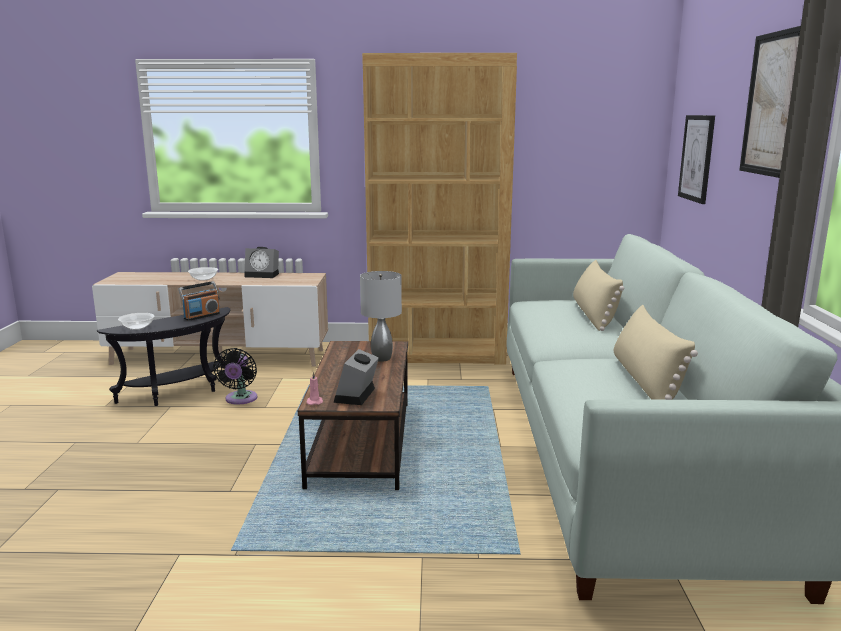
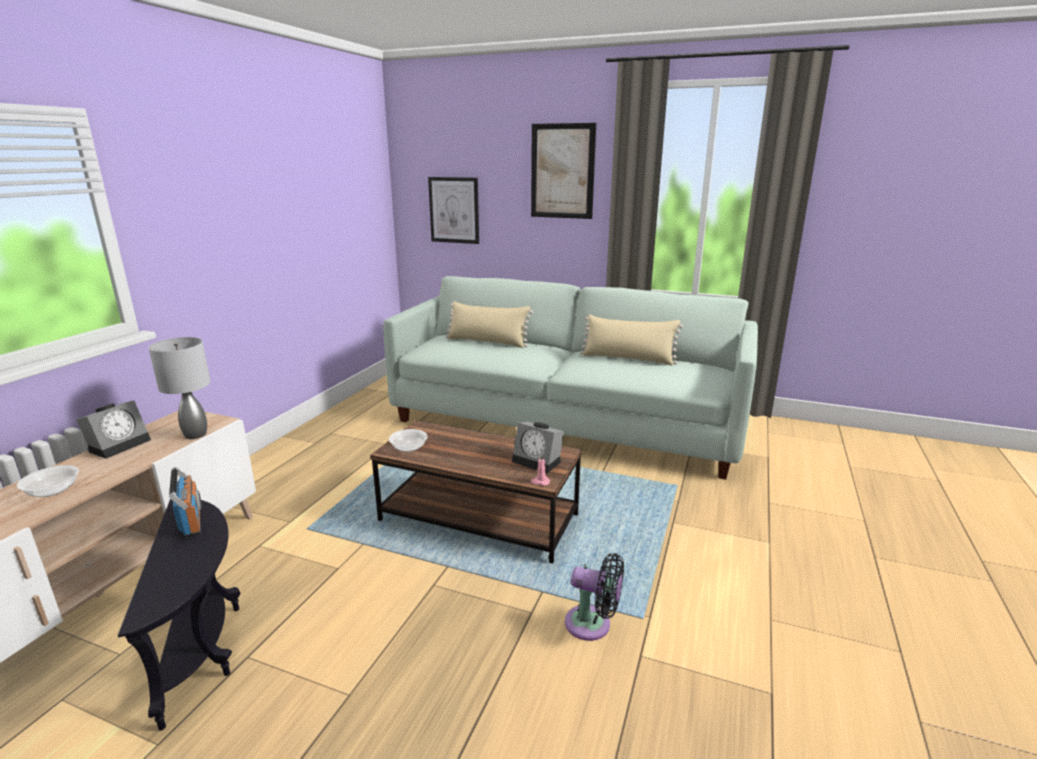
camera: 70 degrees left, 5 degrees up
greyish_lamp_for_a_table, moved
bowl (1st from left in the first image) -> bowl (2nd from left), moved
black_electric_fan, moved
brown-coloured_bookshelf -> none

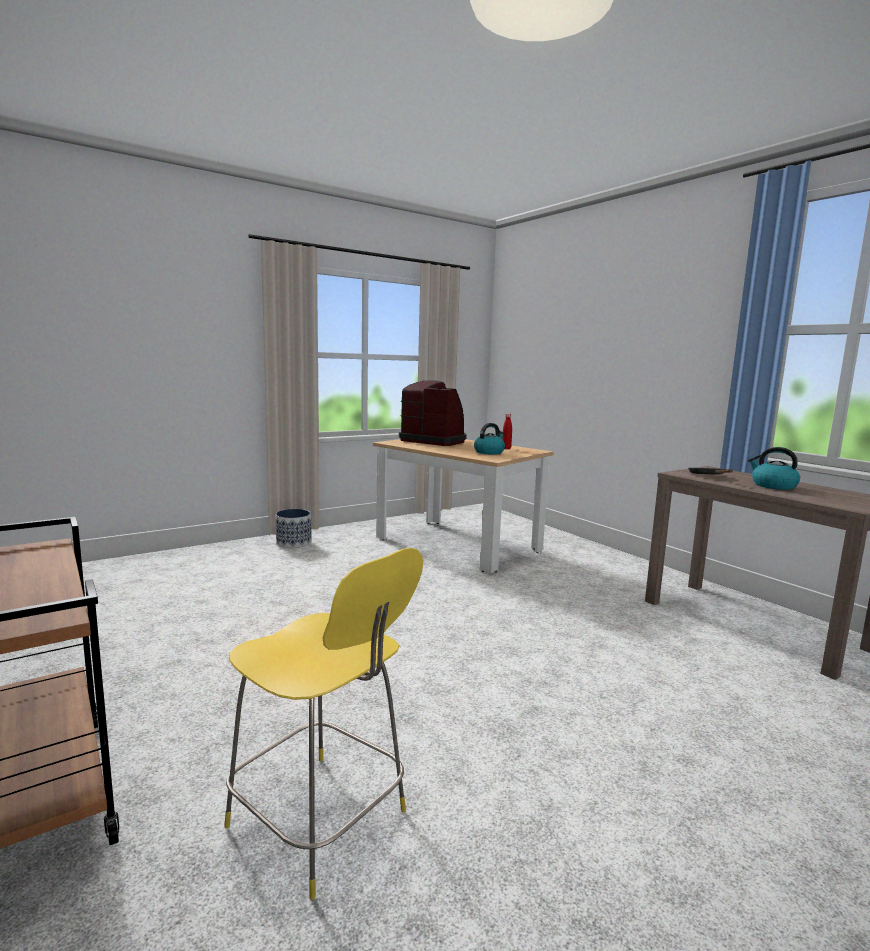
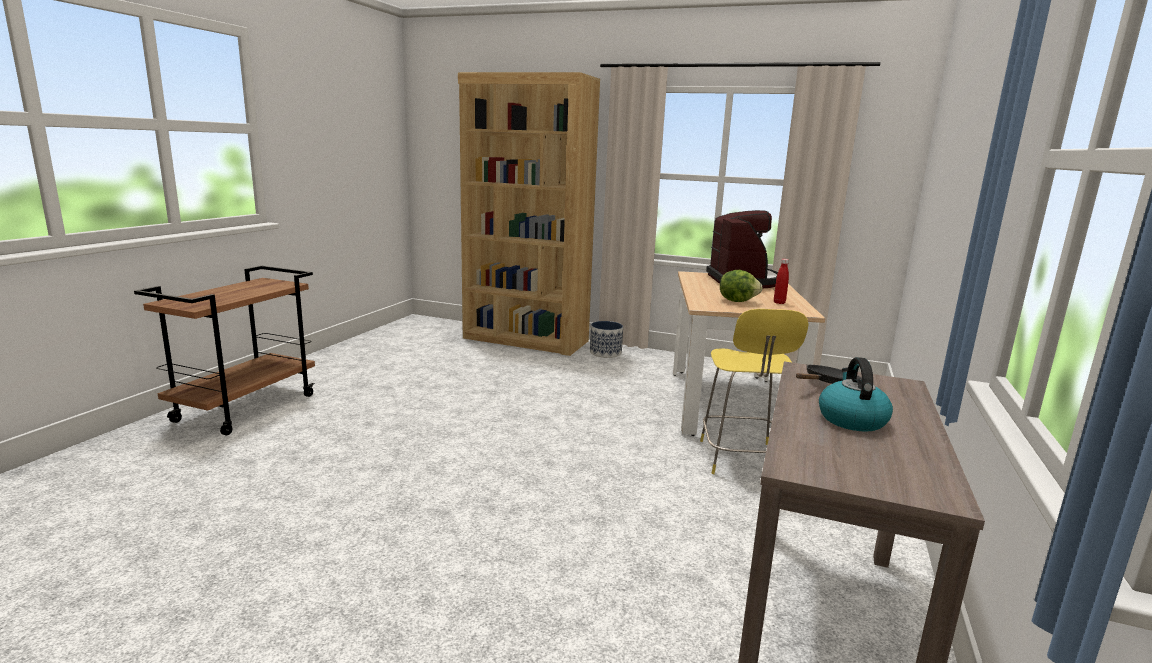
camera: 55 degrees right, 5 degrees up
none -> brown-coloured_bookshelf
yellow-coloured_stool, moved
kettle (1st from left) -> lettuce

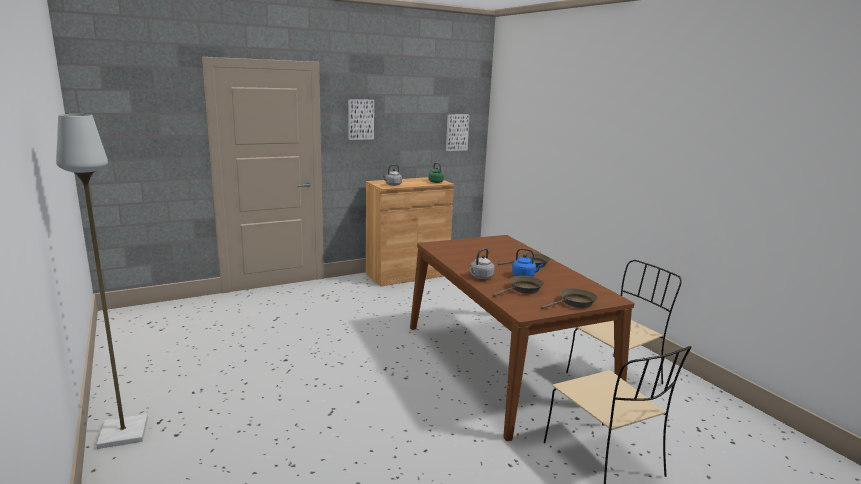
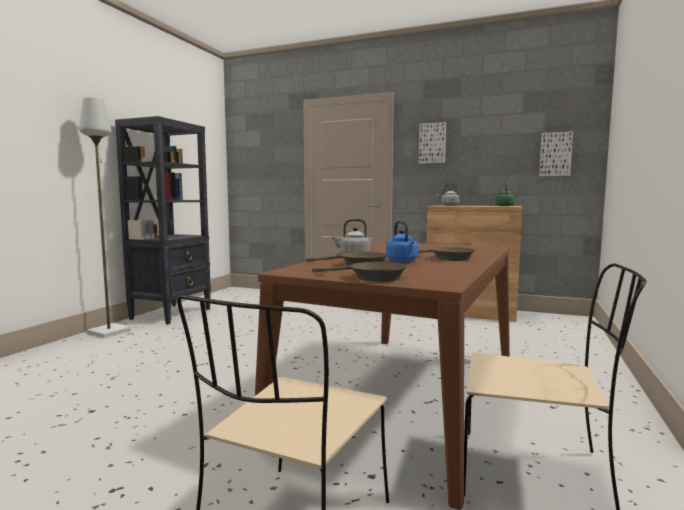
camera: 50 degrees right, 10 degrees down
none -> black_bookshelf

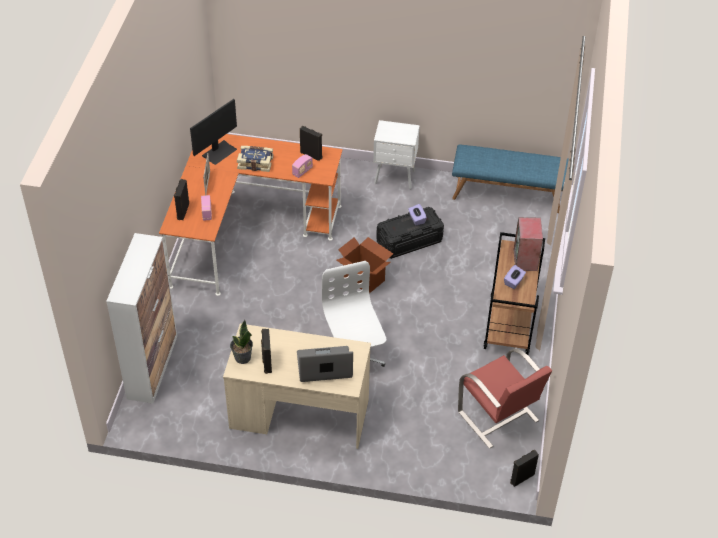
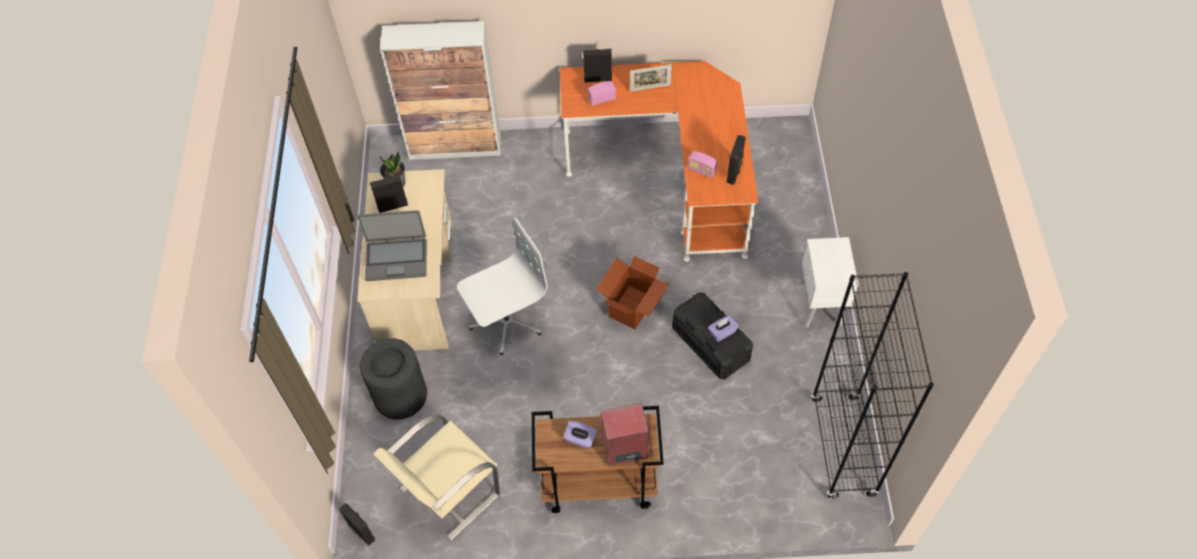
camera: 80 degrees right, 10 degrees up
portable_computer, 105 degrees clockwise
none -> black_rubbish_bin
reddish_upright_chair -> beige_upright_chair
bluish_bench -> black_bookshelf
computer_display -> none
book -> none

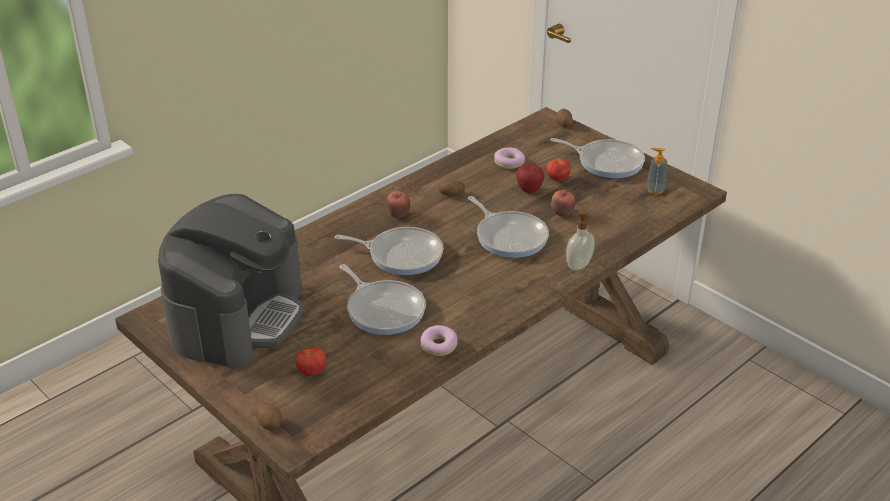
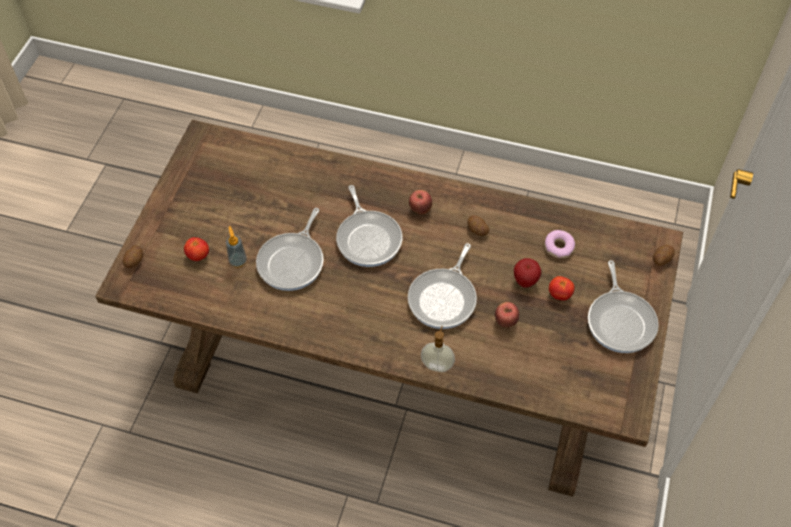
camera: 60 degrees right, 20 degrees up
soap_dispenser (2nd from left in the first image) -> soap_dispenser (1st from left), moved
coffee_brewer -> none
ring_doughnut (1st from left) -> none

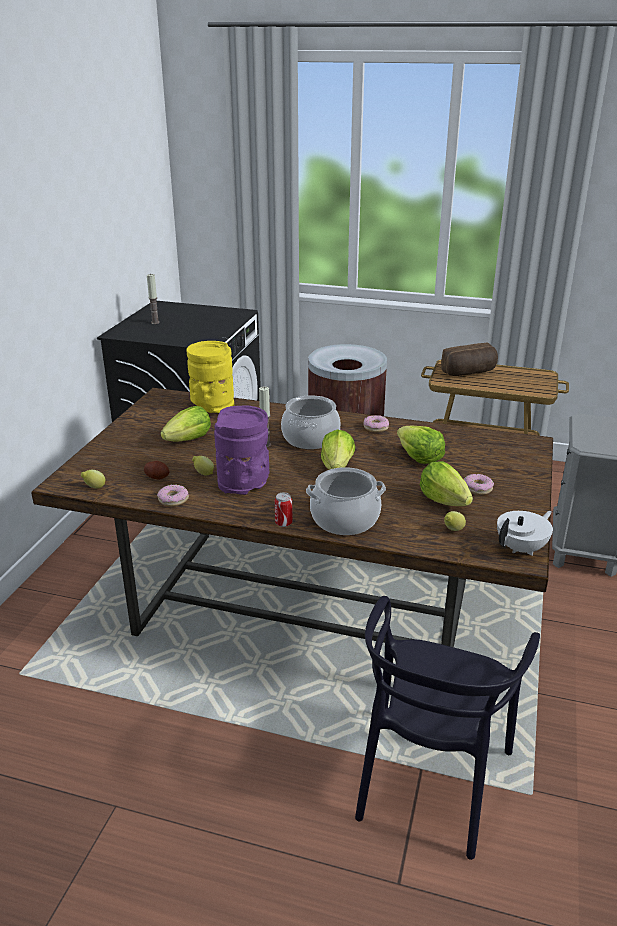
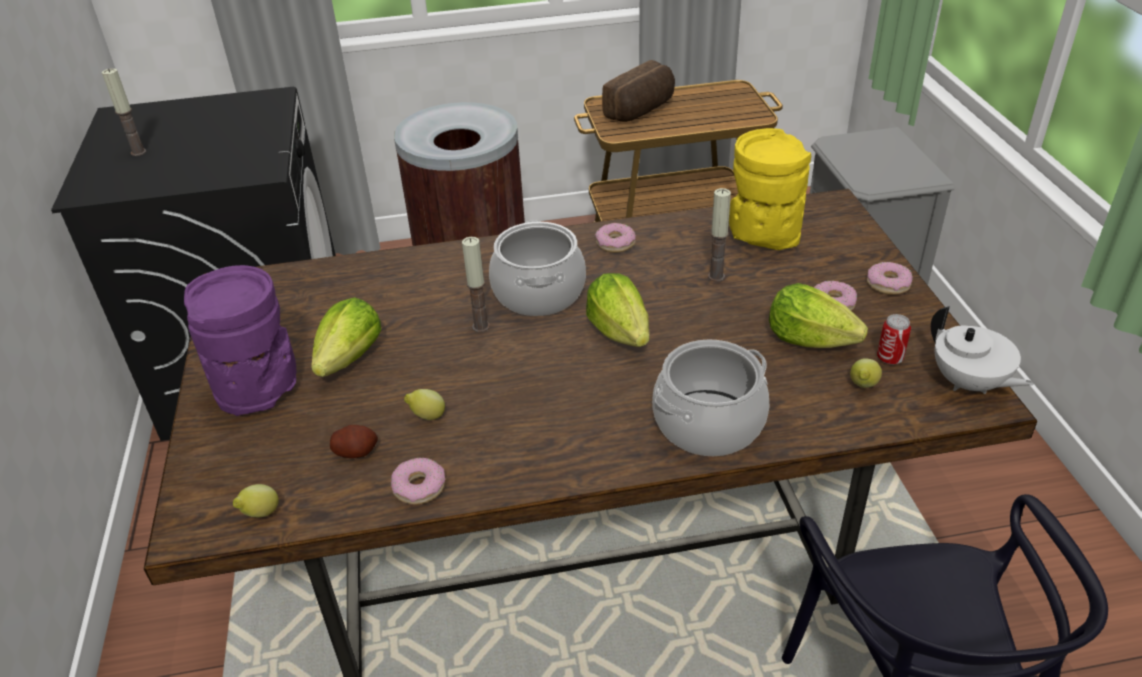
camera: 25 degrees left, 10 degrees up
purplish_flower_vase, moved
lettuce (3rd from left) -> wax_light (3rd from left)
yellow-coloured_flower_vase, moved
none -> ring_doughnut (4th from left)
sealed_can, moved
white_teapot, 120 degrees clockwise

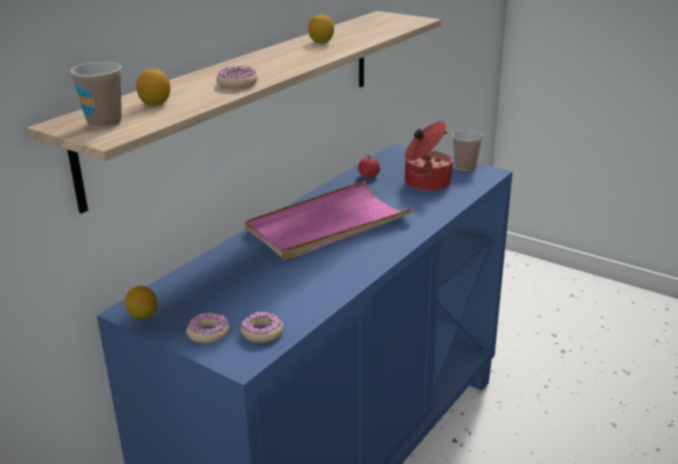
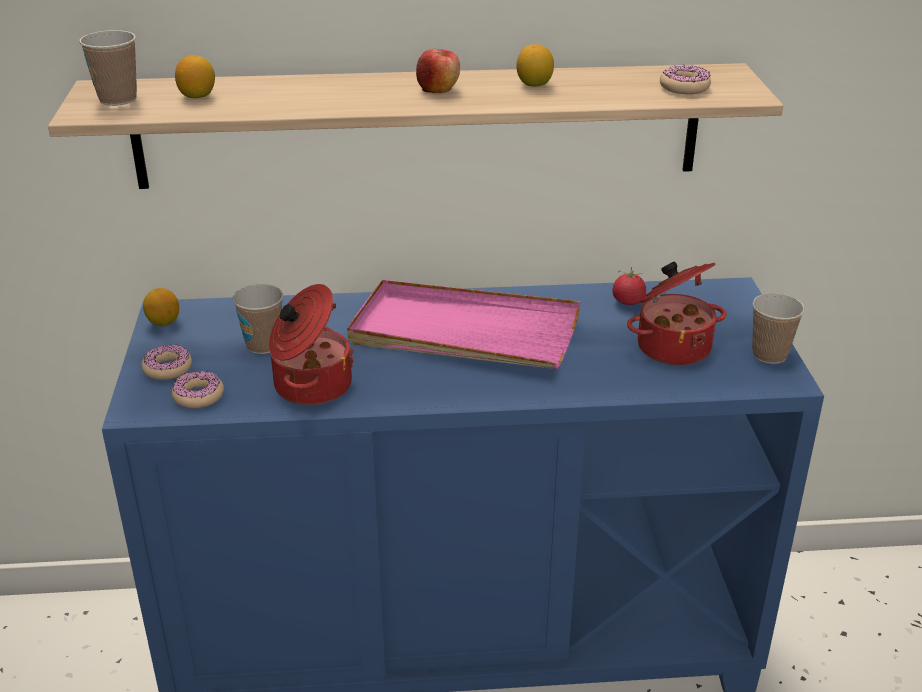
camera: 50 degrees right, 5 degrees up
none -> drinking_cup (2nd from left)
none -> cooking_pot (1st from left)
none -> apple
ring_doughnut (2nd from left in the first image) -> ring_doughnut (3rd from left), moved

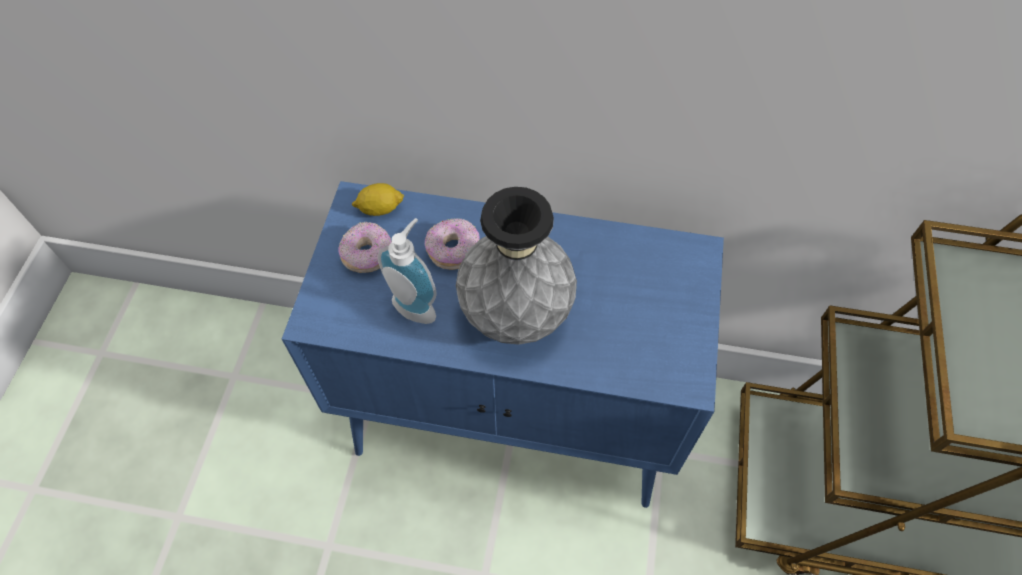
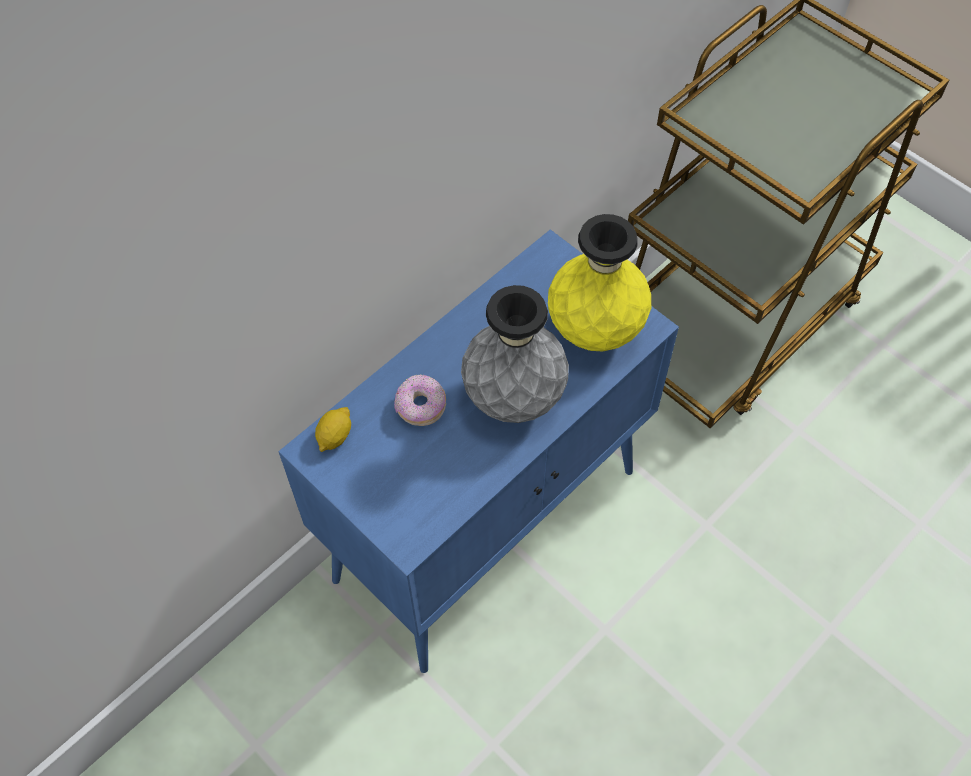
camera: 55 degrees left, 0 degrees up
none -> yellow-coloured_flower_vase
ring_doughnut (1st from left) -> none
soap_dispenser -> none

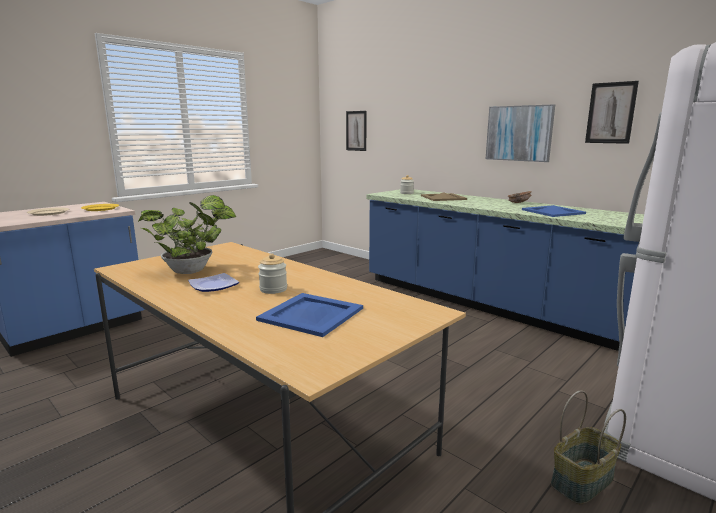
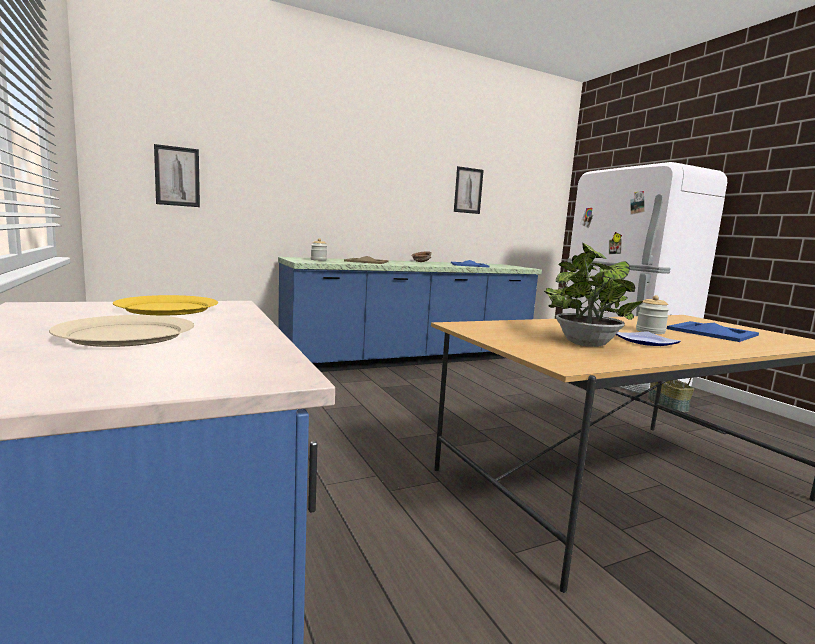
camera: 70 degrees left, 5 degrees down
picture (2nd from left) -> none

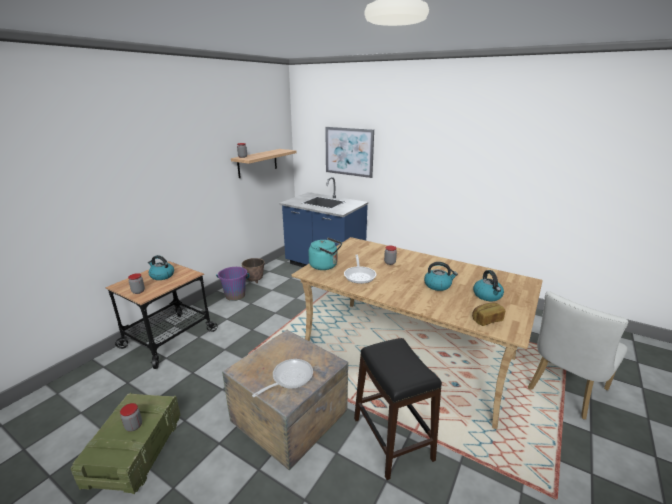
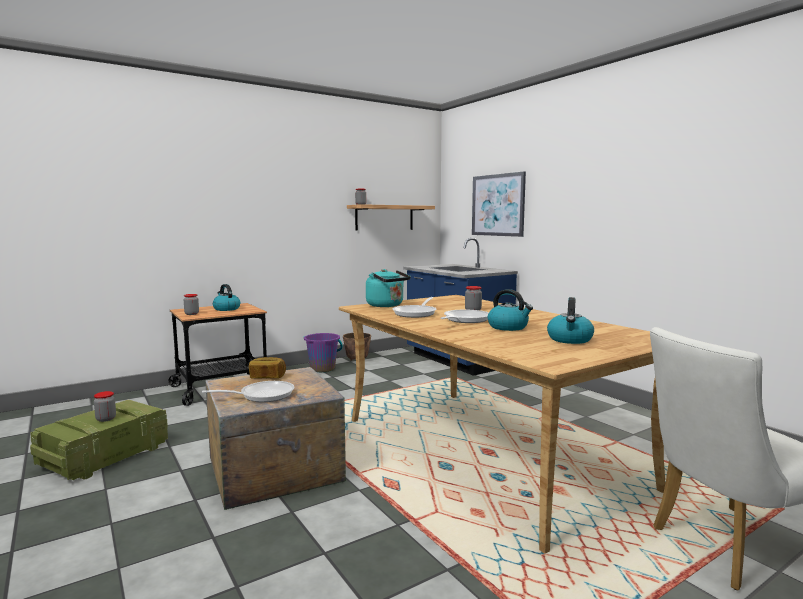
camera: 25 degrees right, 15 degrees down
baked_bread, moved
none -> pan (3rd from left)
black_stool -> none

